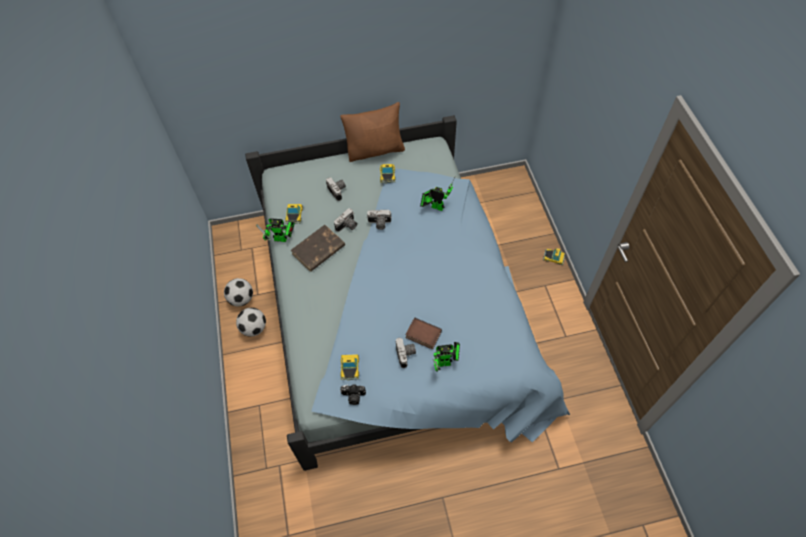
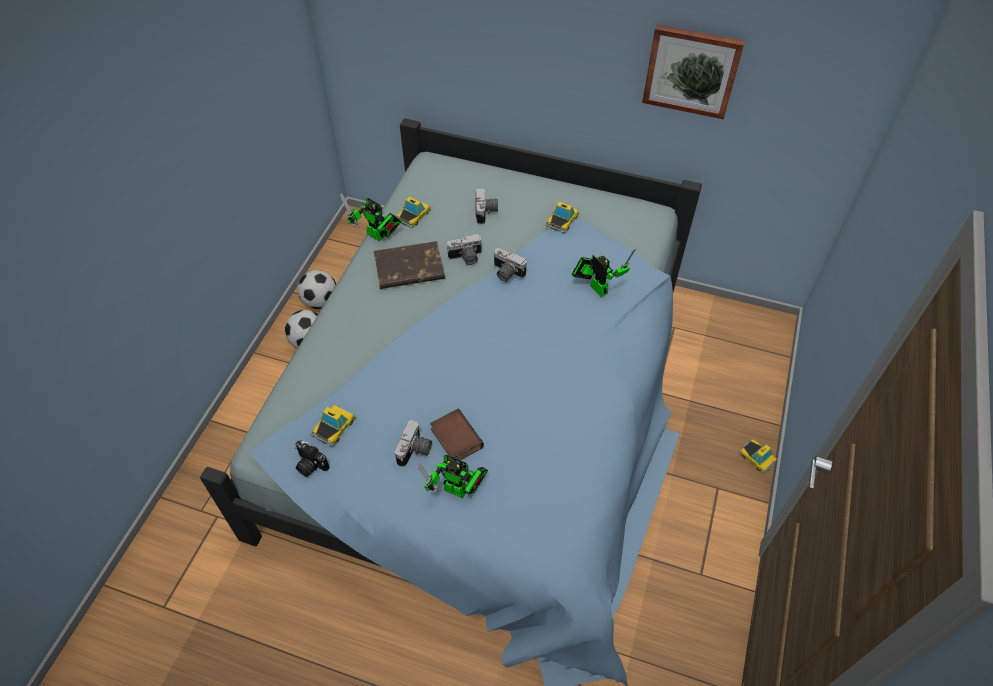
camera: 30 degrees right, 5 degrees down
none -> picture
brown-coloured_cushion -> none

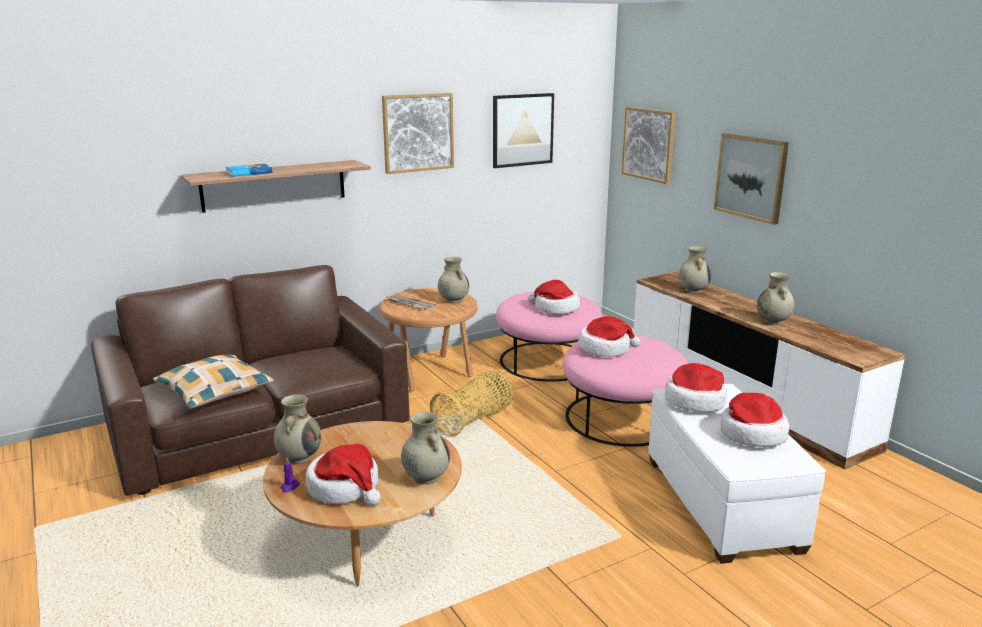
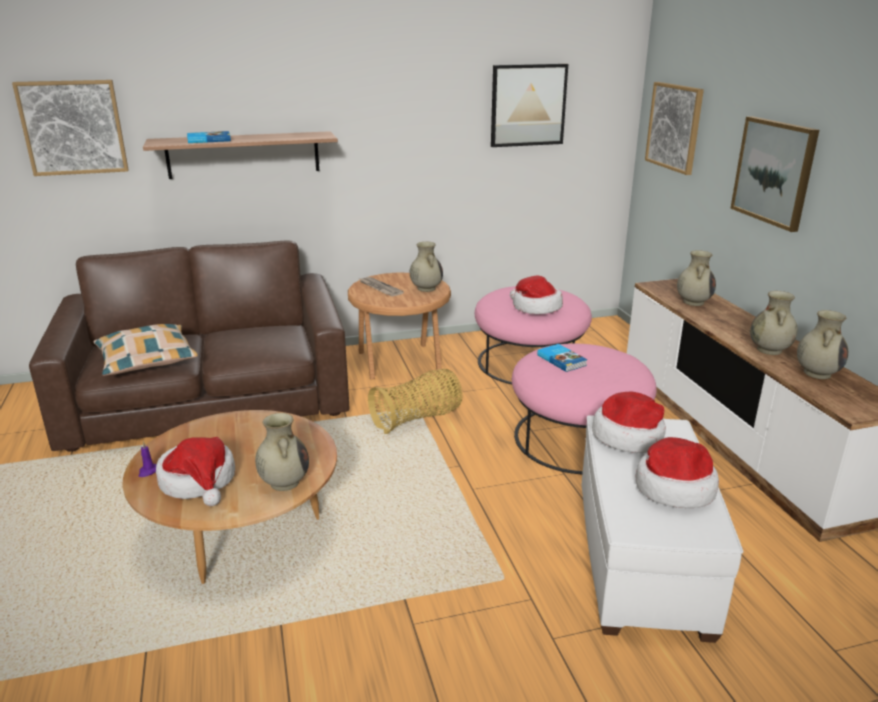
camera: 15 degrees right, 5 degrees up
picture (1st from left), moved
wearable_hat (3rd from left) -> book (2nd from left)
beige_flower_vase (1st from left in the first image) -> beige_flower_vase (5th from left), moved

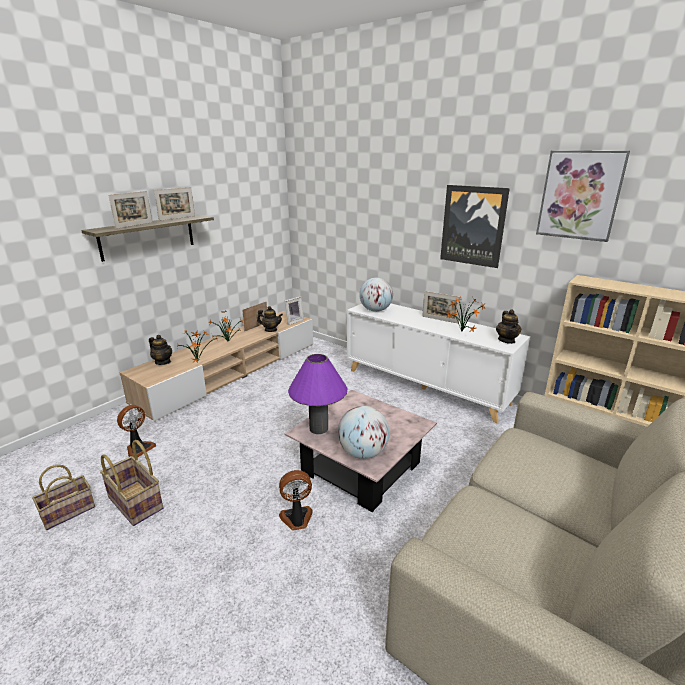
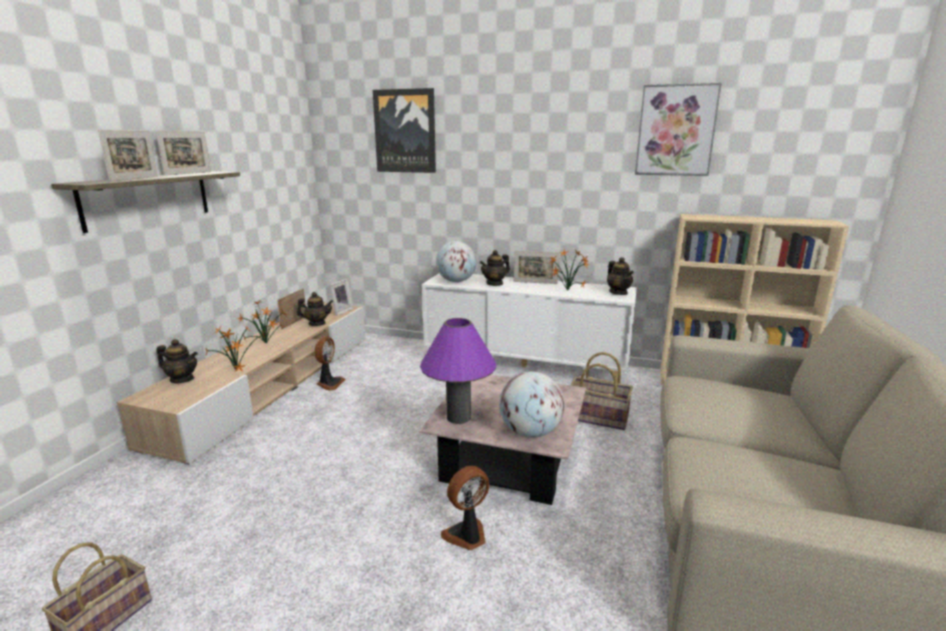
camera: 20 degrees left, 5 degrees down
electric_fan (1st from left), moved
picture (1st from left), moved
none -> teapot (3rd from left)
basket (2nd from left), moved

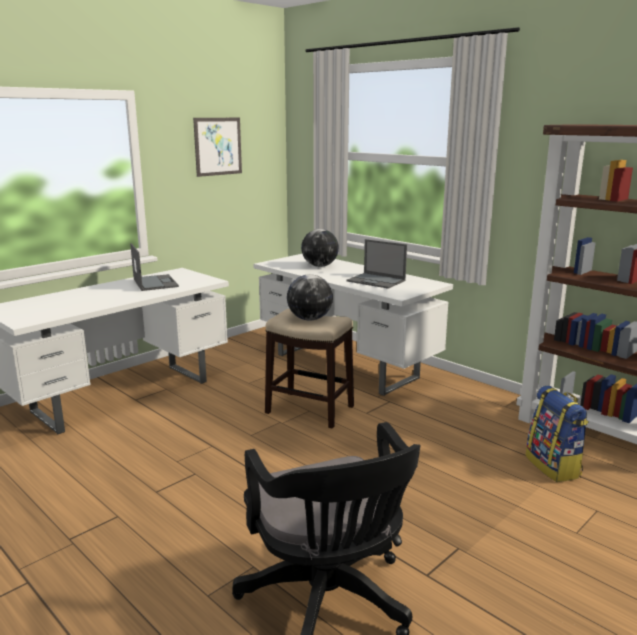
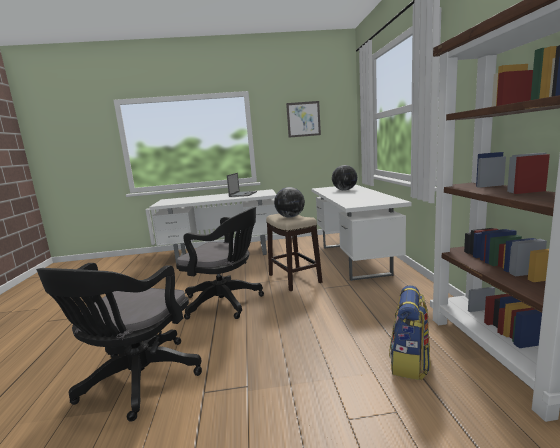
camera: 40 degrees right, 5 degrees down
none -> black_office_chair (2nd from left)
portable_computer (2nd from left) -> none

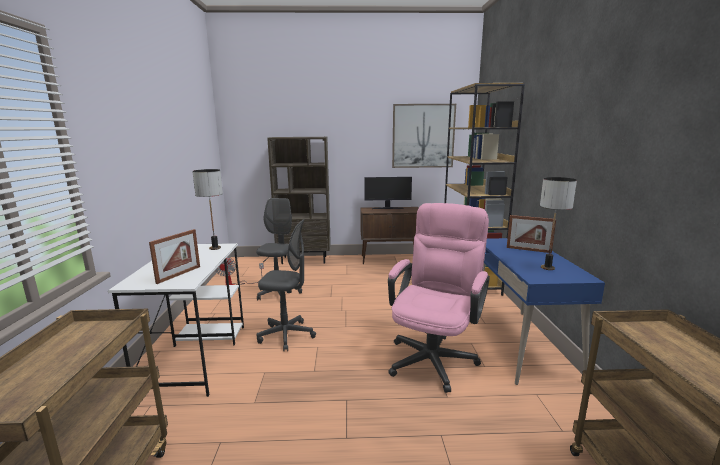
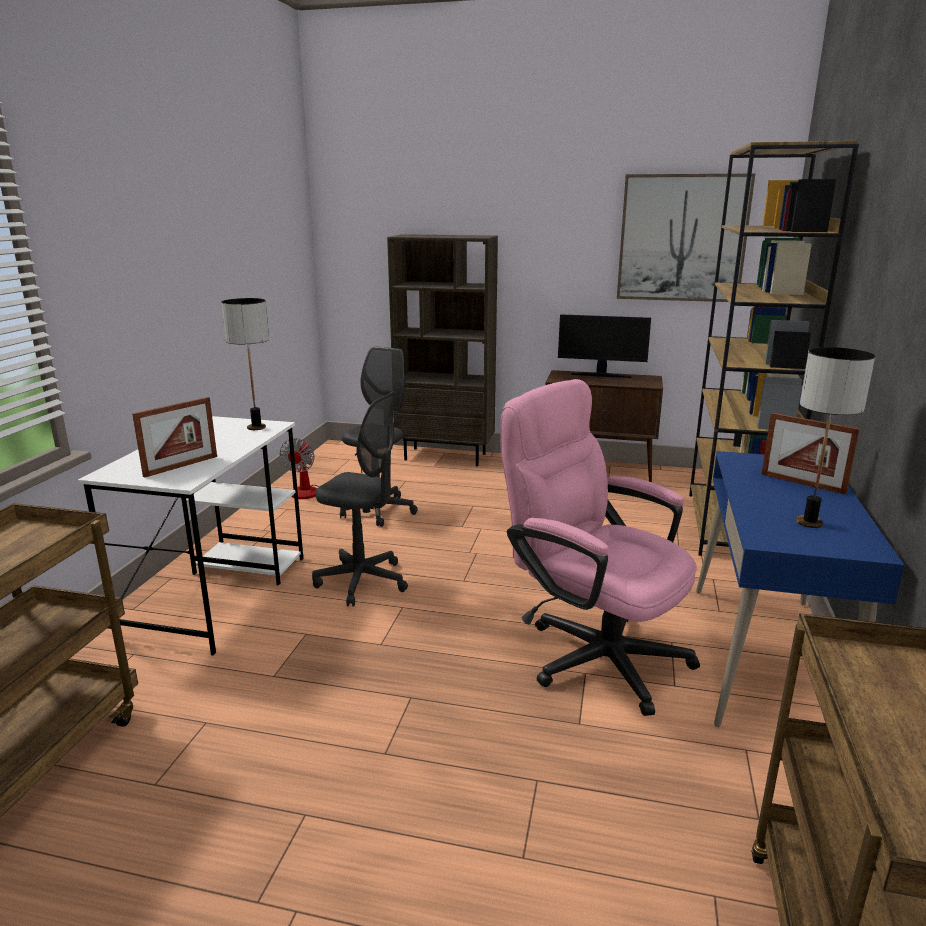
camera: 15 degrees right, 5 degrees up
pink-coloured_office_chair, 90 degrees counterclockwise

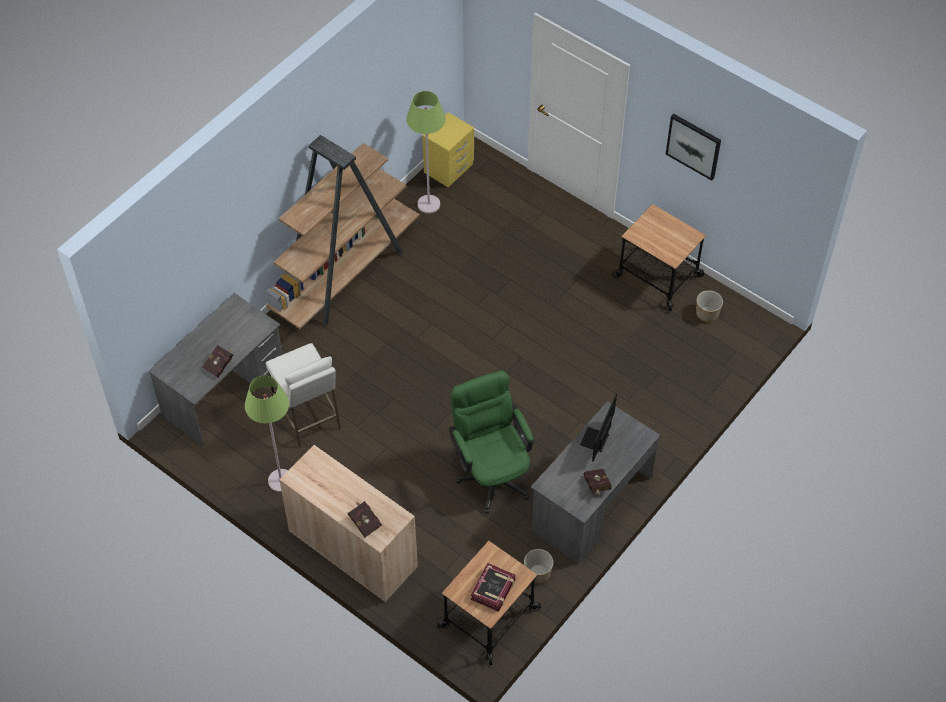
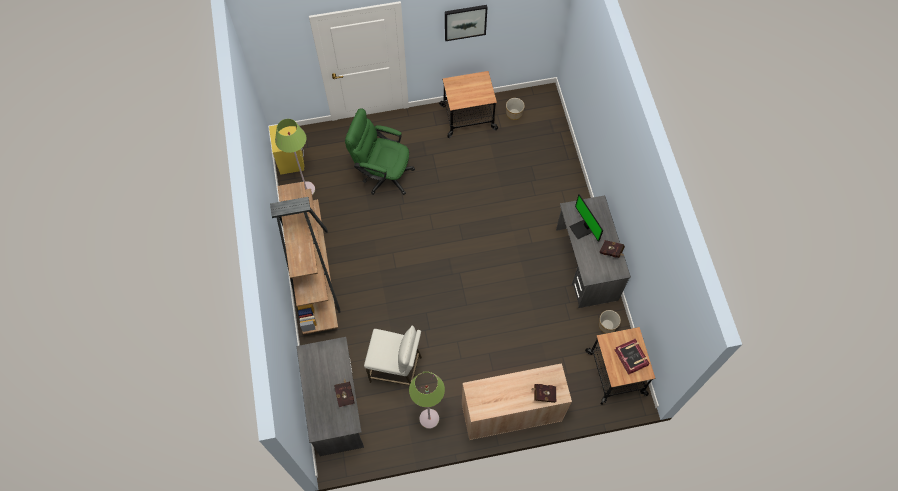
camera: 50 degrees left, 10 degrees up
green-coloured_office_chair, moved

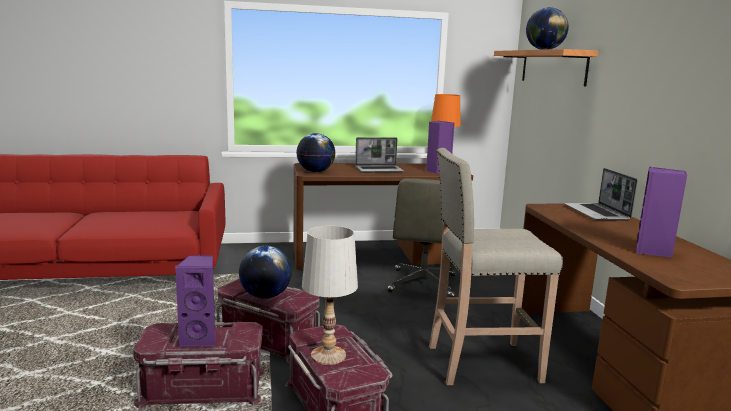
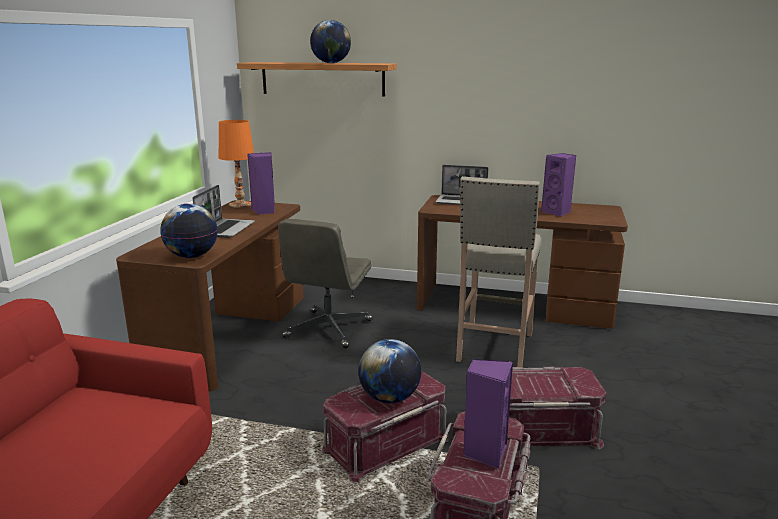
camera: 65 degrees left, 5 degrees up
greyish_office_chair, 75 degrees clockwise
white_lamp_for_a_table -> none

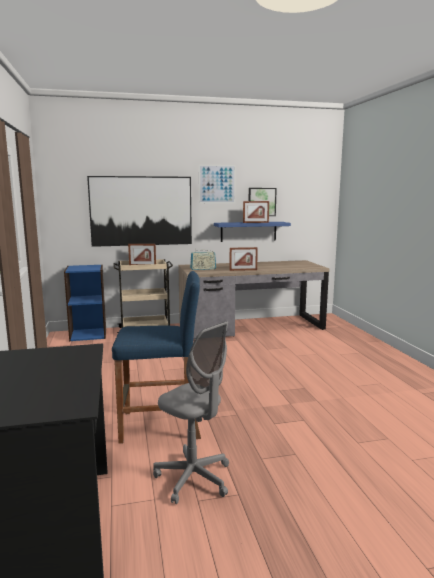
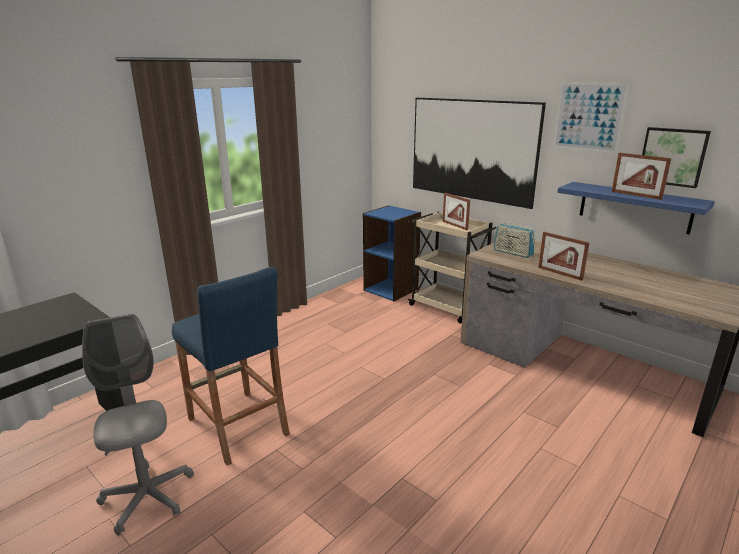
camera: 55 degrees right, 10 degrees up
greyish_office_chair, 150 degrees clockwise

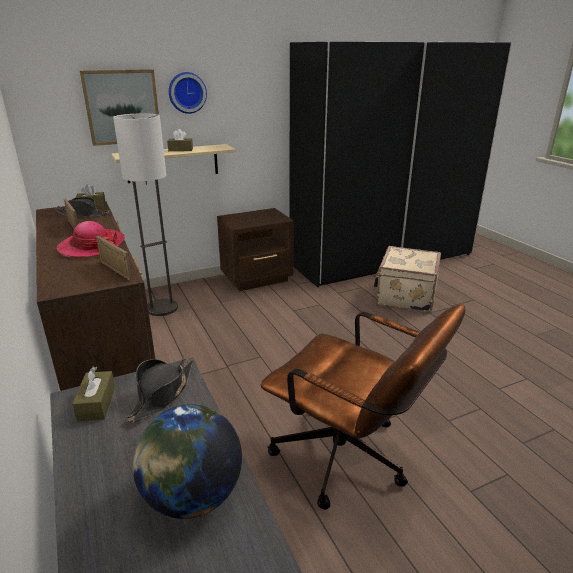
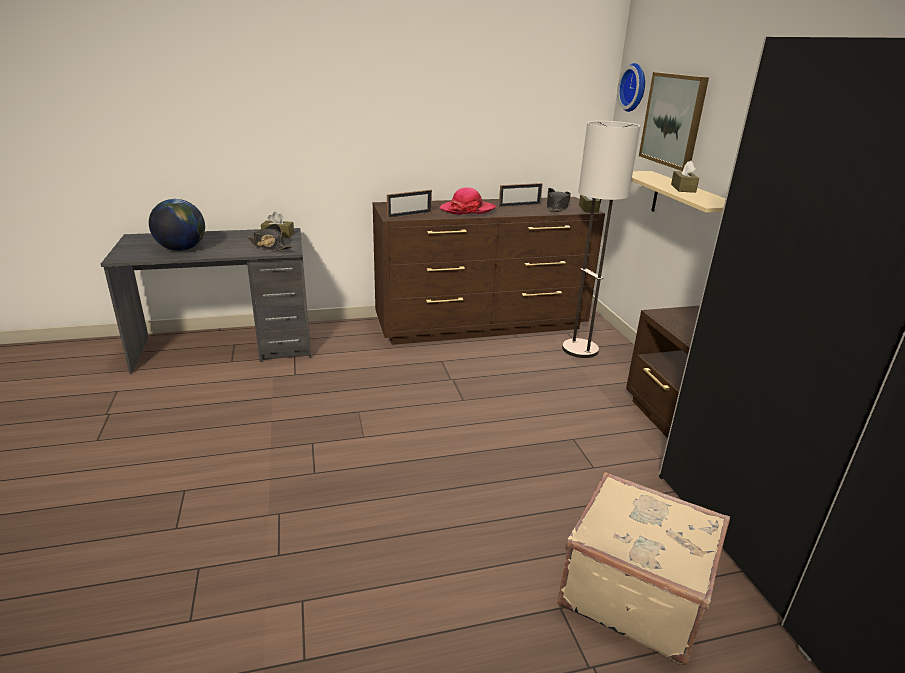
camera: 100 degrees right, 0 degrees up
hanging_clock, moved
brown-coloured_office_chair -> none

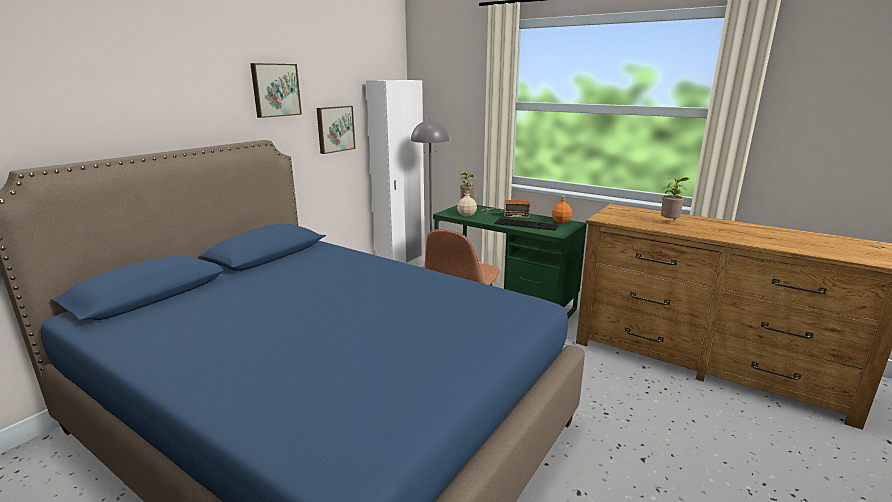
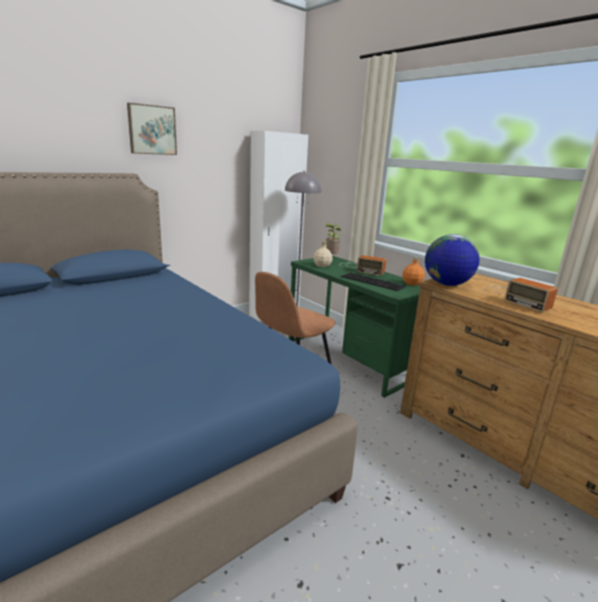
camera: 15 degrees right, 0 degrees up
none -> world_globe
houseplant (2nd from left) -> radio (2nd from left)
picture (2nd from left) -> none

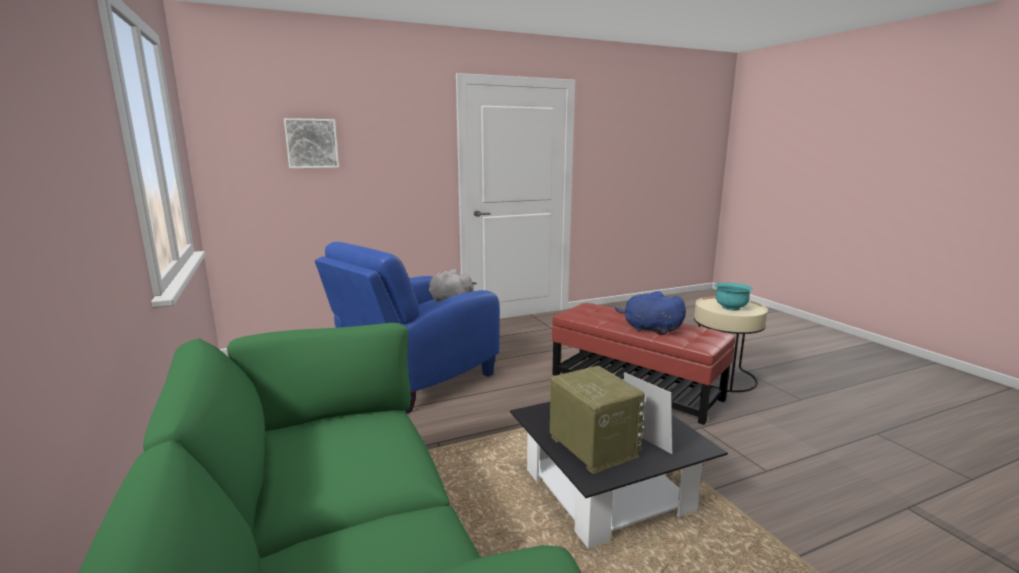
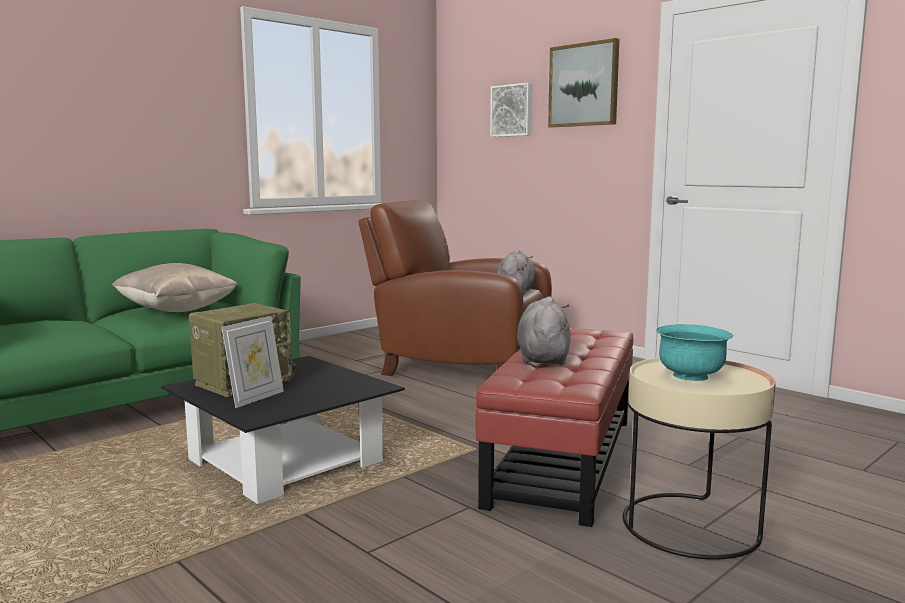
camera: 70 degrees right, 5 degrees down
none -> beige_cushion
bluish_easy_chair -> brown-coloured_easy_chair
bluish_plush_toy -> greyish_plush_toy (2nd from left)
none -> picture (2nd from left)

